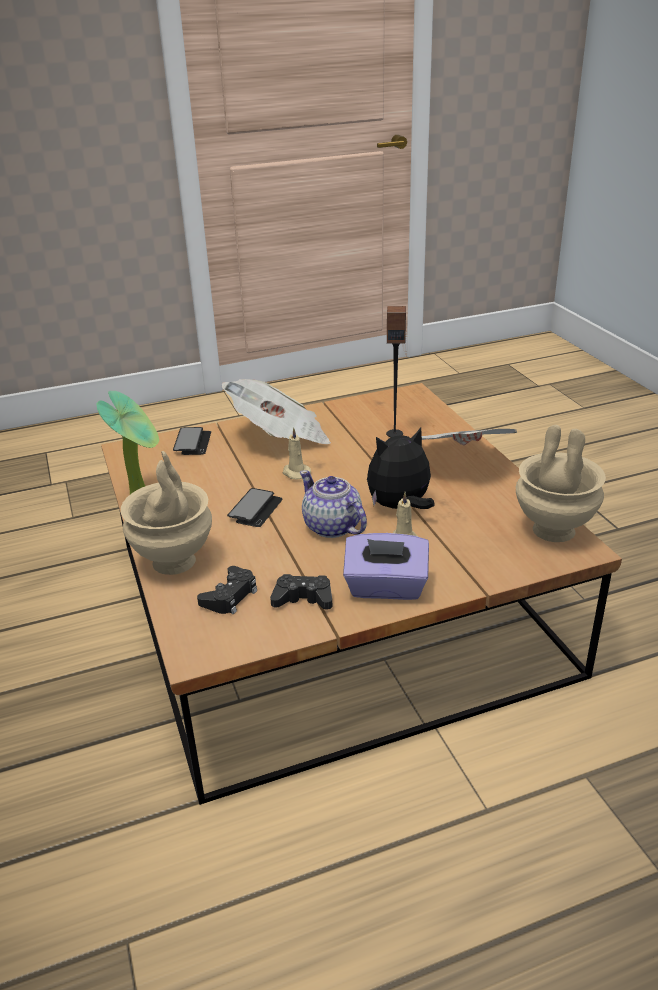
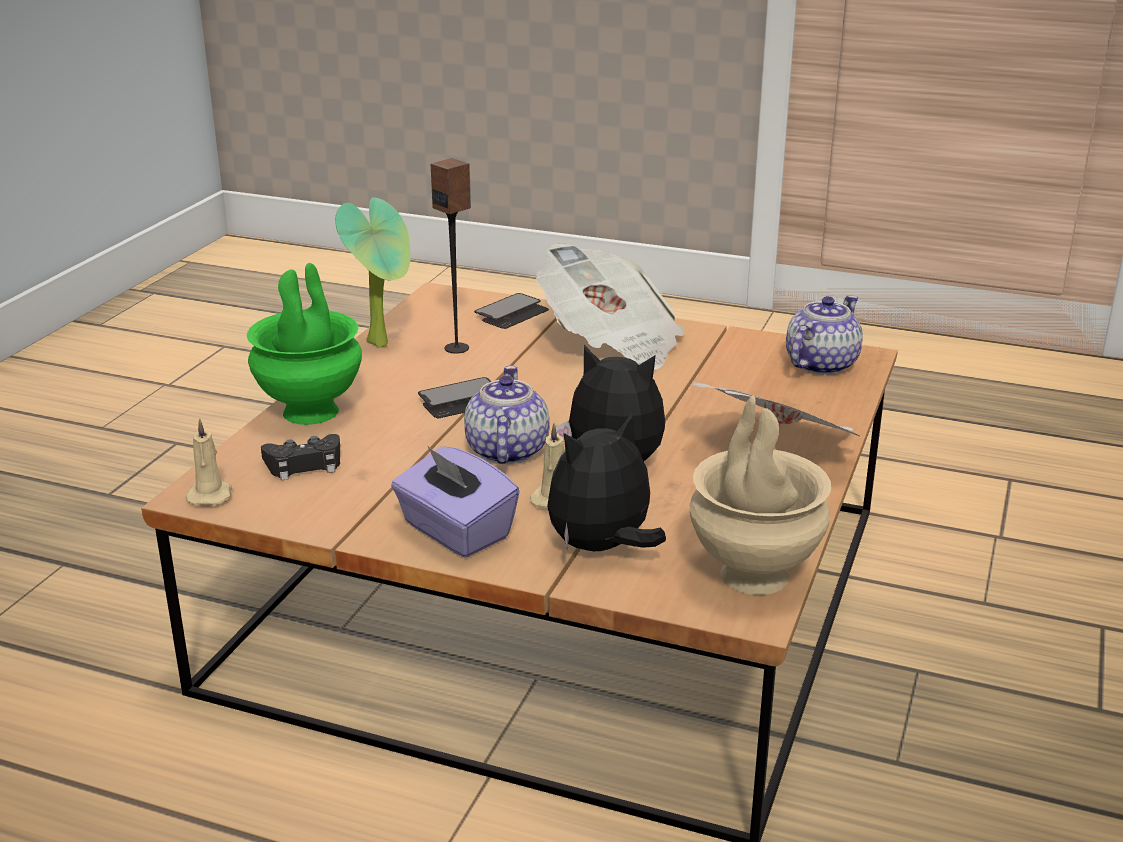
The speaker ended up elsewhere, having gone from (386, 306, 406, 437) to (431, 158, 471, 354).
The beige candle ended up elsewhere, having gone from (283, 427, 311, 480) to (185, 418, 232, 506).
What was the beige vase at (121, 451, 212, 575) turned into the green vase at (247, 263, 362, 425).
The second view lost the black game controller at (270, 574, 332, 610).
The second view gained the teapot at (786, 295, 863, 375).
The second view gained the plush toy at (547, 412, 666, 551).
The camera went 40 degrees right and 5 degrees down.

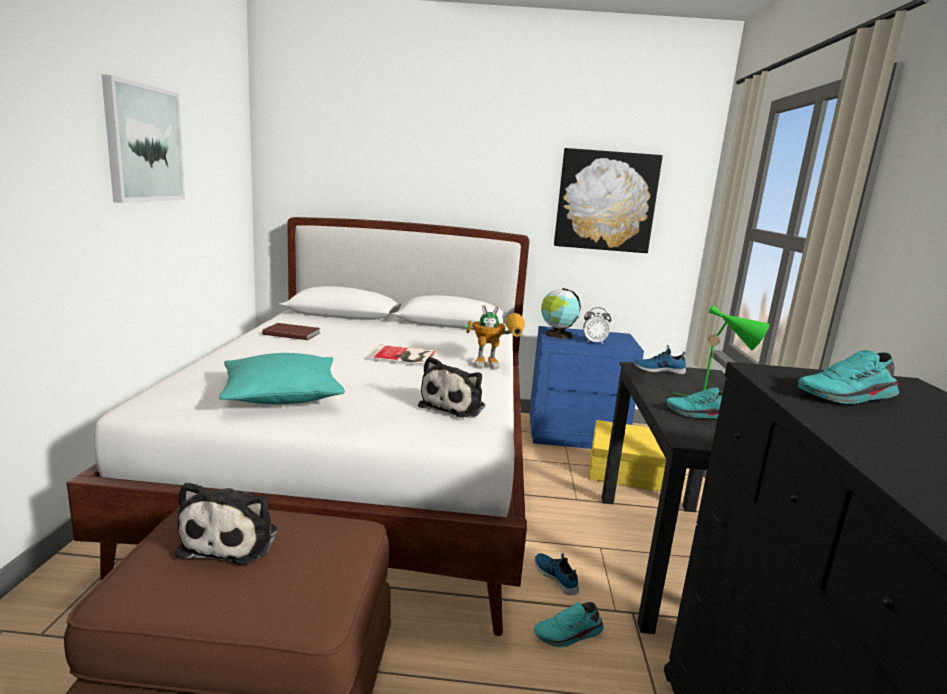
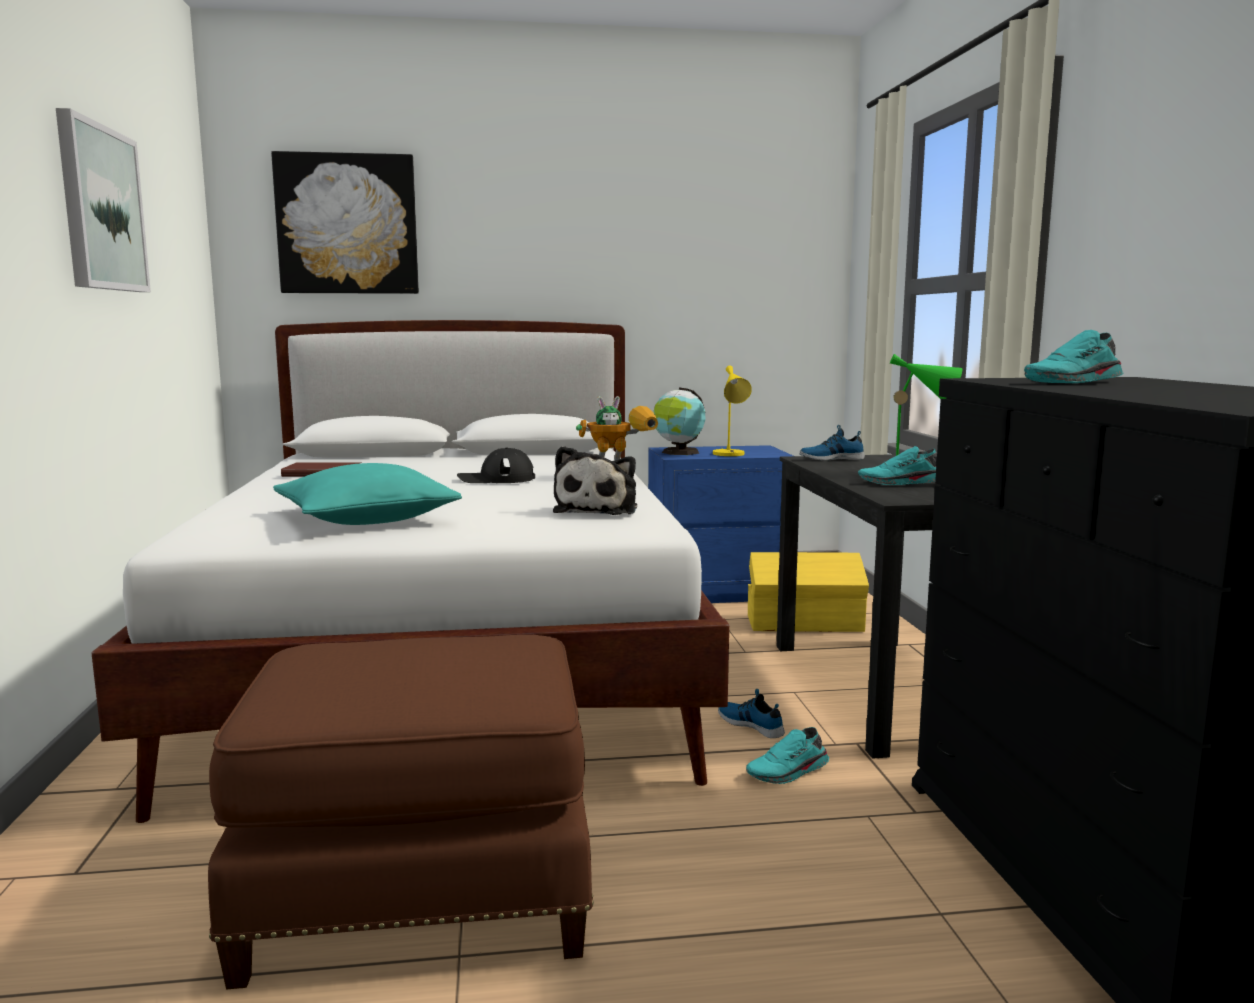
The picture ended up elsewhere, having gone from (554, 148, 663, 253) to (271, 151, 419, 294).
Where the alarm clock stood at (583, 307, 611, 344), the yellow table lamp came to stand at (713, 365, 752, 456).
Where the book stood at (365, 344, 436, 366), the black cap came to stand at (457, 448, 535, 483).
The second view lost the plush toy at (175, 482, 277, 565).
The camera went 10 degrees left and 5 degrees down.

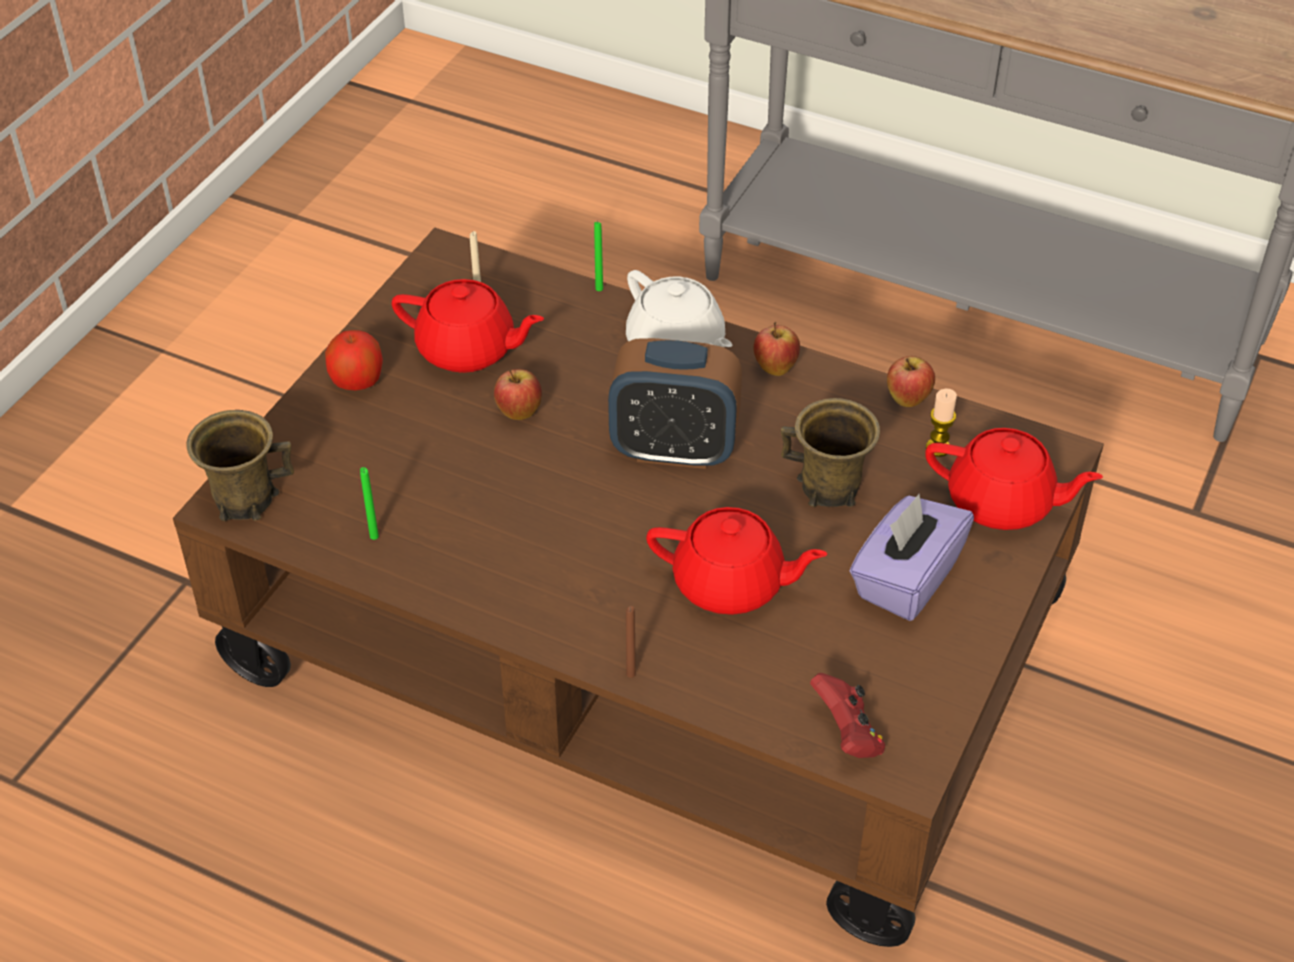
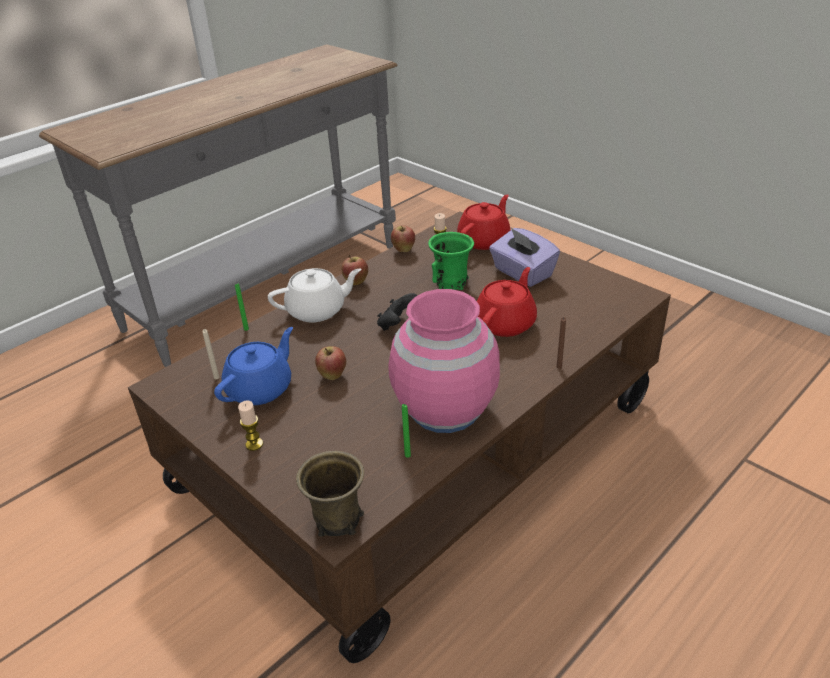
What was the red teapot at (392, 279, 544, 373) turned into the blue teapot at (214, 327, 293, 405).
Where the apple stood at (325, 330, 383, 390), the candle came to stand at (238, 400, 263, 451).
Where the alarm clock stood at (608, 338, 742, 469), the black game controller came to stand at (377, 293, 418, 331).
What was the brown mug at (781, 398, 880, 507) turned into the green mug at (428, 232, 474, 290).
The second view lost the red game controller at (810, 673, 885, 758).
The second view gained the pink vase at (389, 289, 500, 433).
The camera went 70 degrees left and 10 degrees down.

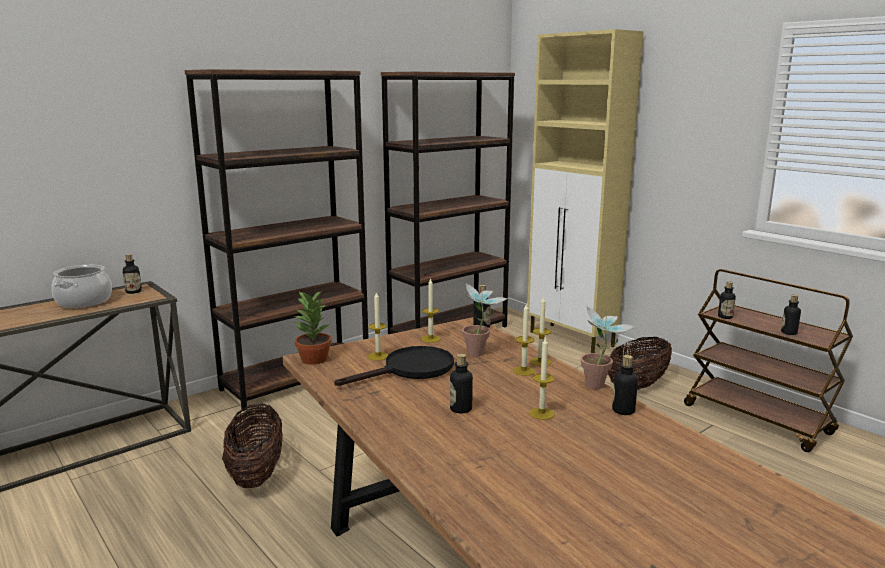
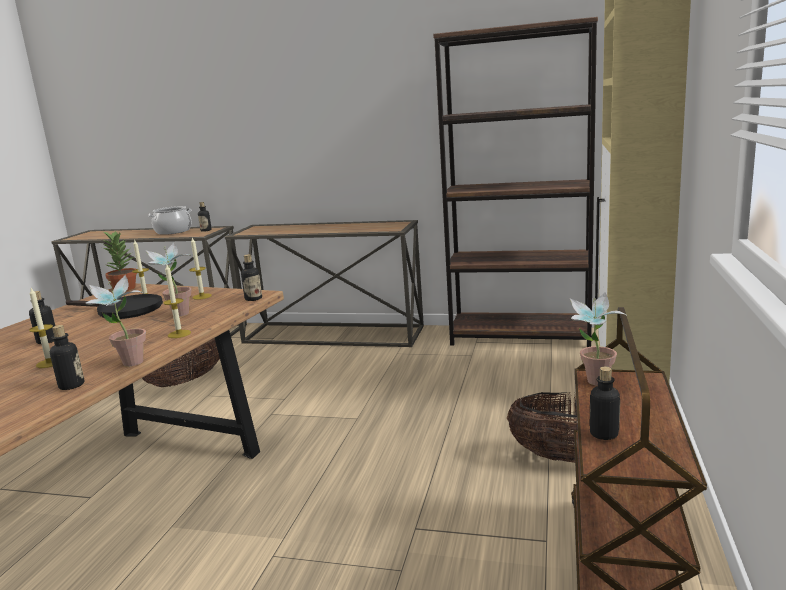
Where the brown bookcase stood at (185, 69, 369, 411), the console table came to stand at (225, 220, 424, 347).
Where the bottle stood at (718, 281, 736, 319), the potted plant came to stand at (570, 292, 626, 386).
The second view lost the candle at (513, 303, 535, 376).
The camera went 55 degrees right and 0 degrees up.

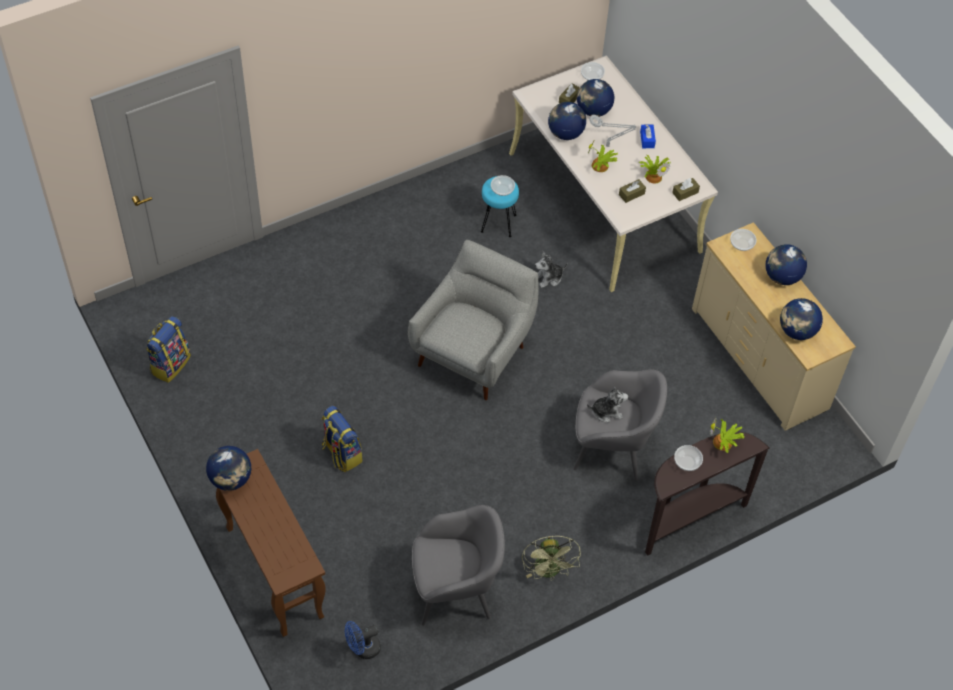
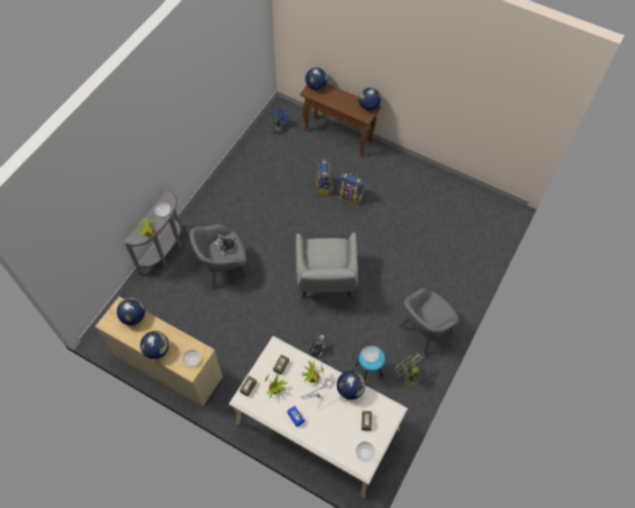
The globe ended up elsewhere, having gone from (577, 79, 614, 117) to (305, 67, 327, 90).
The backpack ended up elsewhere, having gone from (146, 316, 191, 383) to (316, 159, 333, 196).
What was the brown console table at (645, 432, 770, 556) turned into the grey console table at (123, 189, 182, 276).
The grey armchair ended up elsewhere, having gone from (412, 505, 505, 626) to (399, 288, 459, 355).
The green fan ended up elsewhere, having gone from (522, 536, 581, 581) to (393, 352, 425, 391).
The camera went 150 degrees right and 5 degrees up.

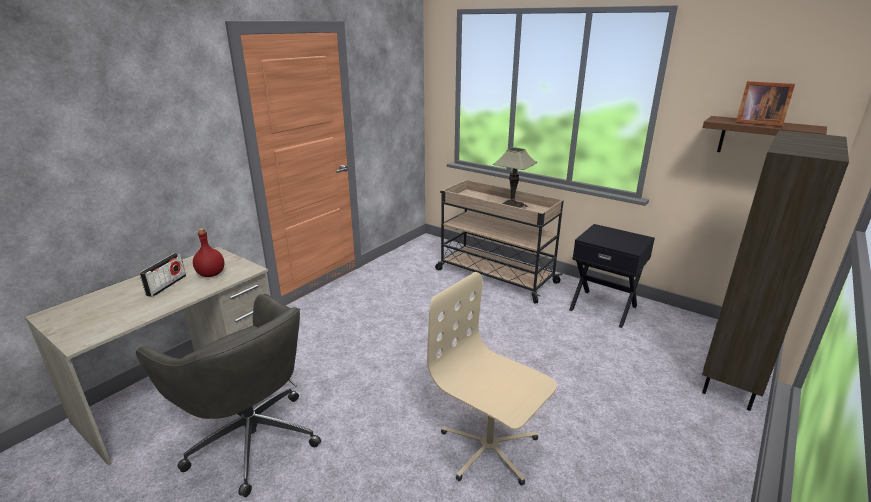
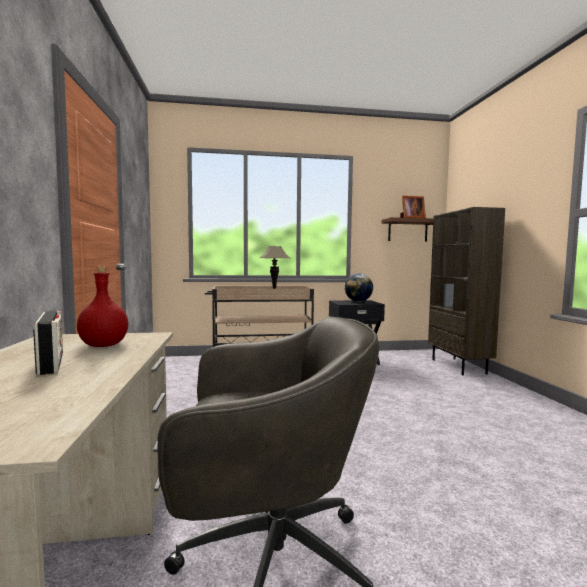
The second view lost the beige office chair at (427, 272, 557, 485).
The second view gained the globe at (345, 274, 373, 302).
The camera went 45 degrees left and 20 degrees down.

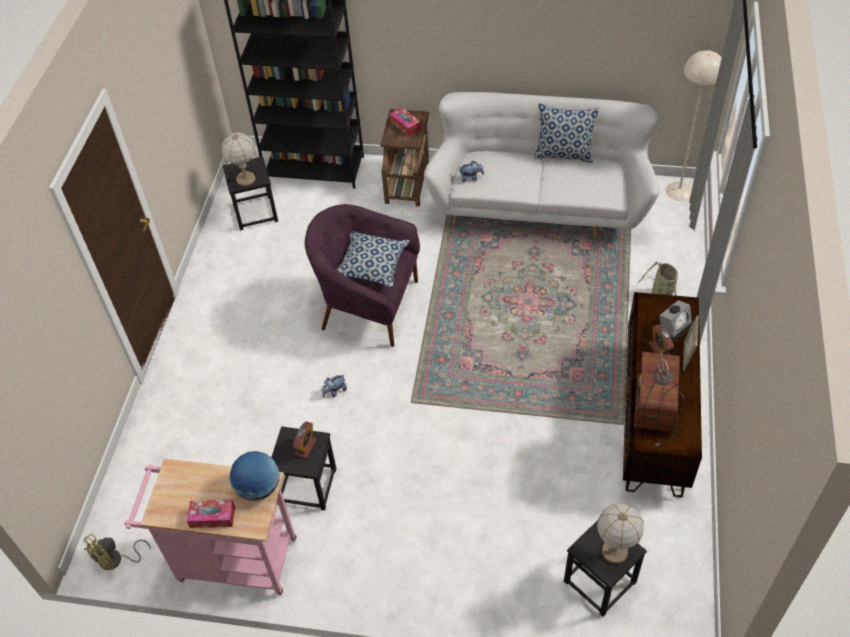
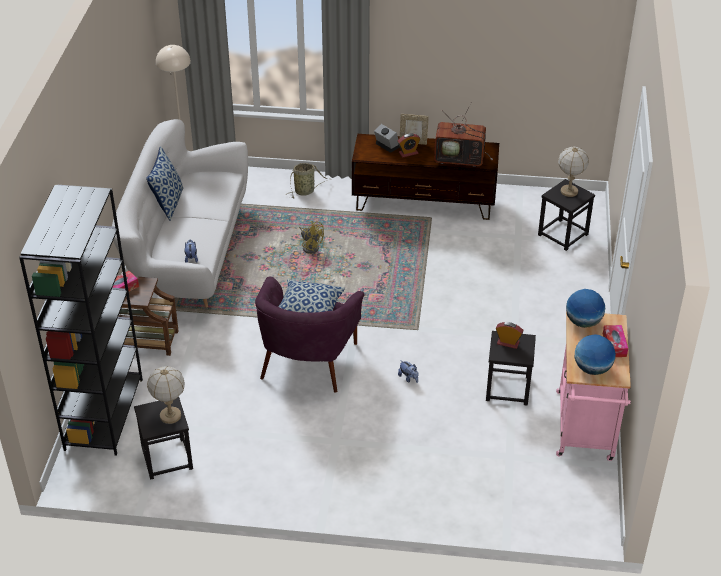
The yellow fan ended up elsewhere, having gone from (83, 534, 151, 570) to (299, 221, 324, 254).
The second view gained the globe at (575, 334, 616, 375).
The camera went 95 degrees left and 10 degrees down.

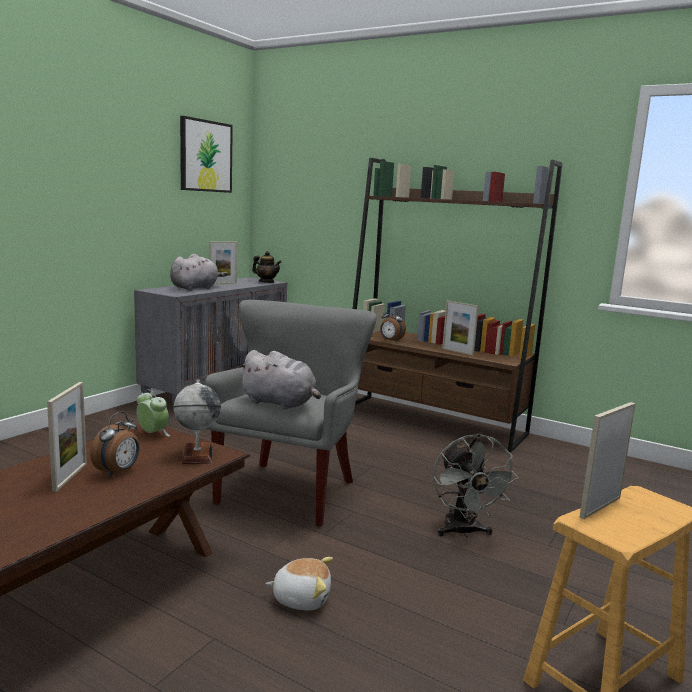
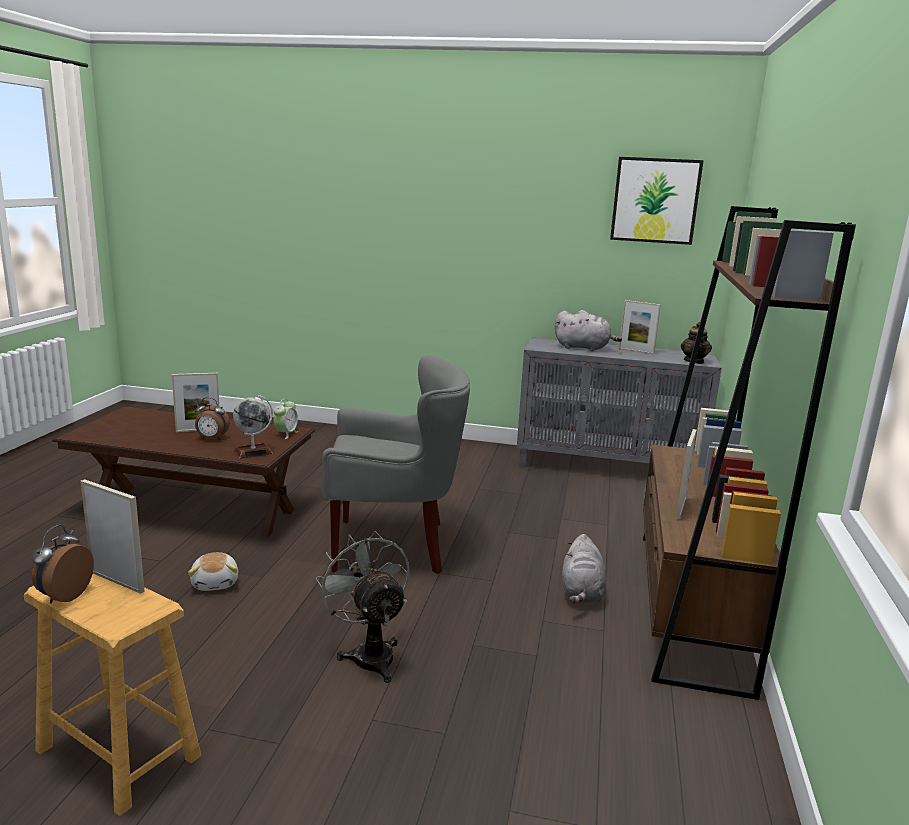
The alarm clock ended up elsewhere, having gone from (380, 308, 406, 341) to (32, 525, 94, 603).
The grey plush toy ended up elsewhere, having gone from (238, 350, 321, 410) to (562, 534, 606, 604).
The grey fan at (433, 434, 519, 538) ended up facing another way, 90 degrees clockwise from before.
The camera went 70 degrees right and 5 degrees up.

